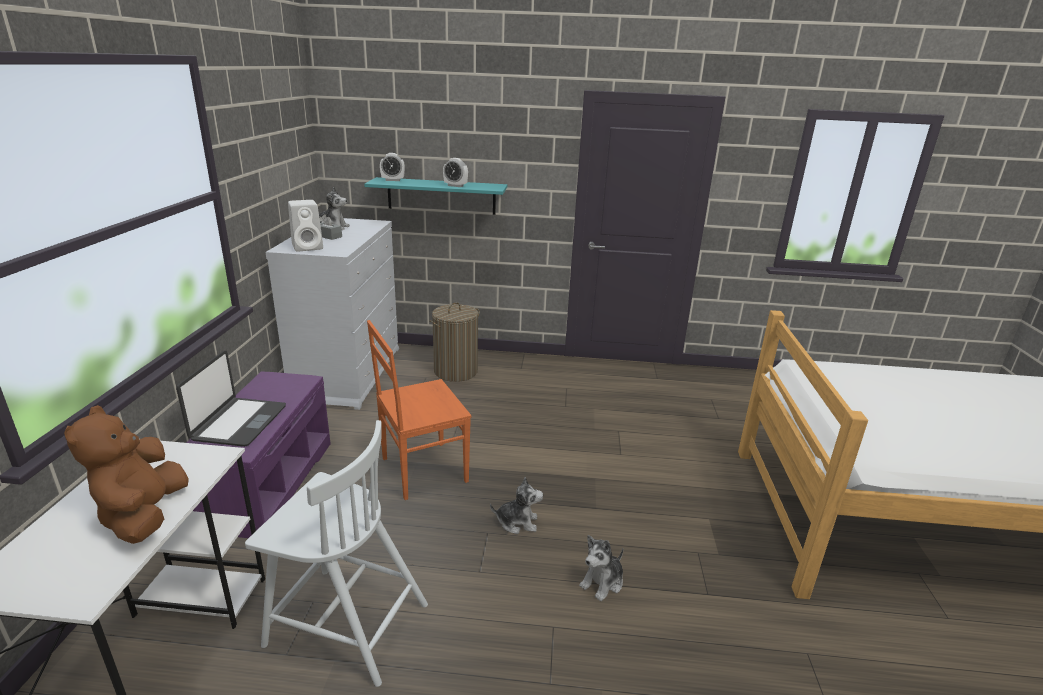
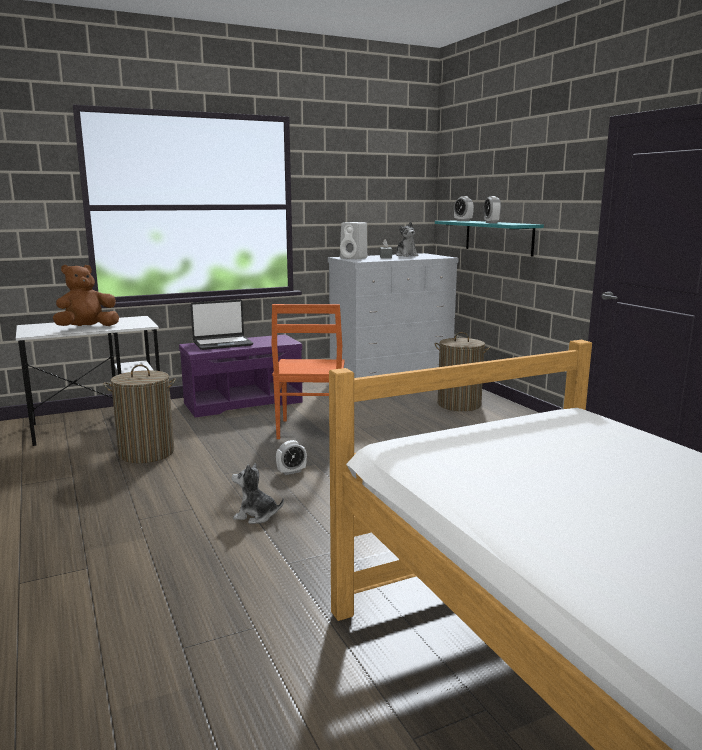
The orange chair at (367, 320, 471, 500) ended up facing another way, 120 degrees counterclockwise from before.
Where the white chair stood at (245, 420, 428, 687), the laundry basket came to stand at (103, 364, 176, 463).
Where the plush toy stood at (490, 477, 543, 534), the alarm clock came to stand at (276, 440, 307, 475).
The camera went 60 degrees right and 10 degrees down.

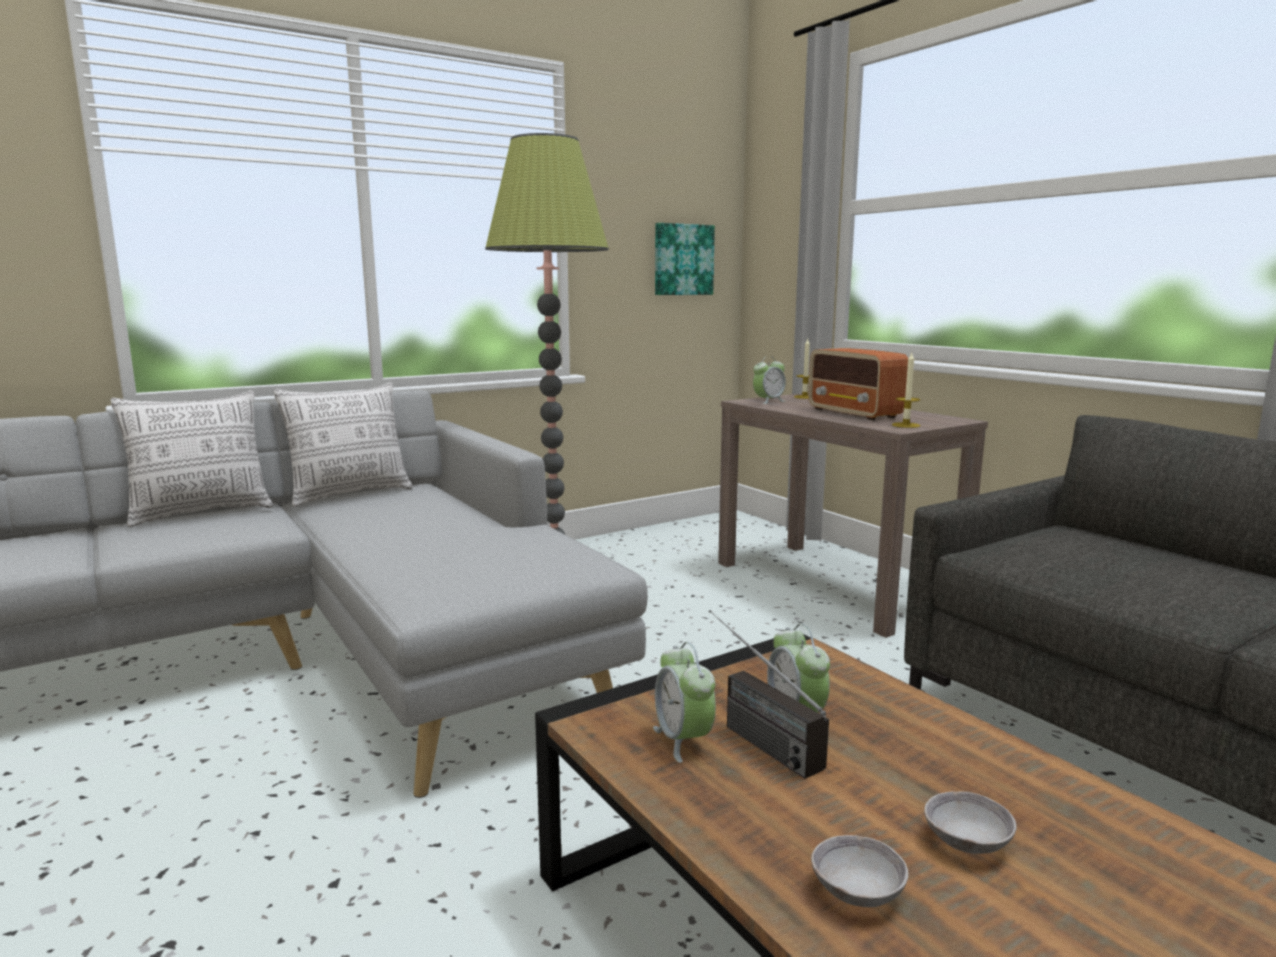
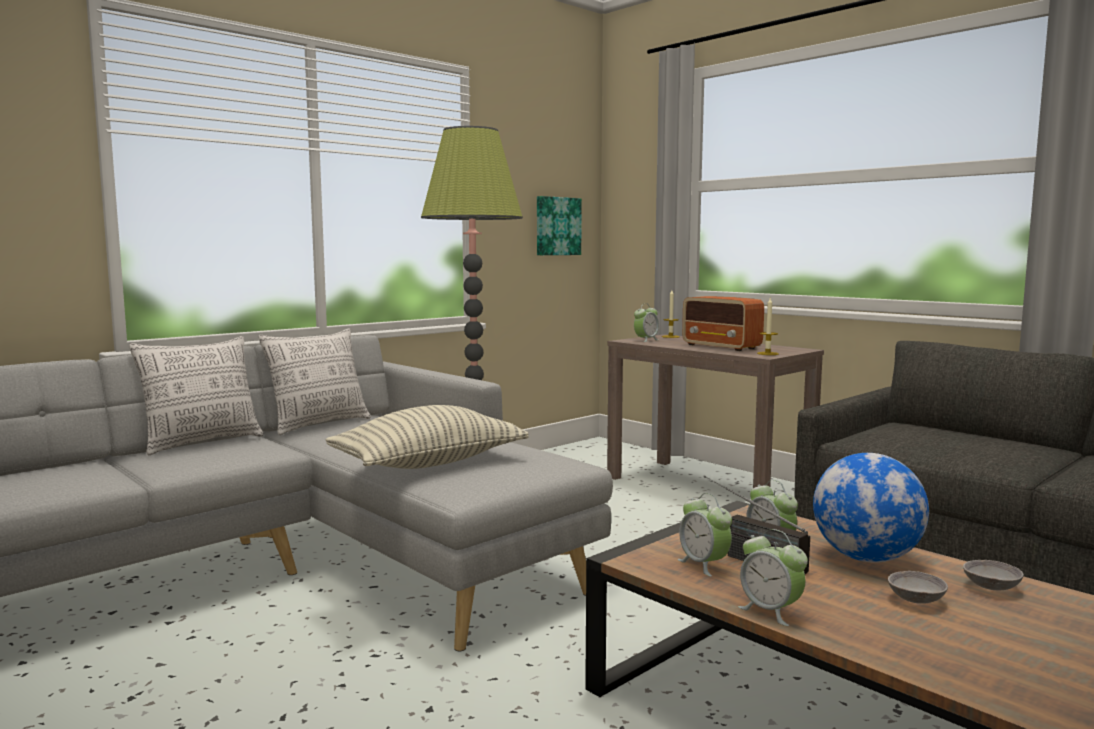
The grey bowl ended up elsewhere, having gone from (811, 835, 908, 907) to (963, 560, 1024, 590).
The second view gained the pillow at (326, 405, 529, 469).
The second view gained the globe at (813, 453, 929, 563).
The second view gained the alarm clock at (738, 529, 808, 626).
The camera went 10 degrees left and 5 degrees down.

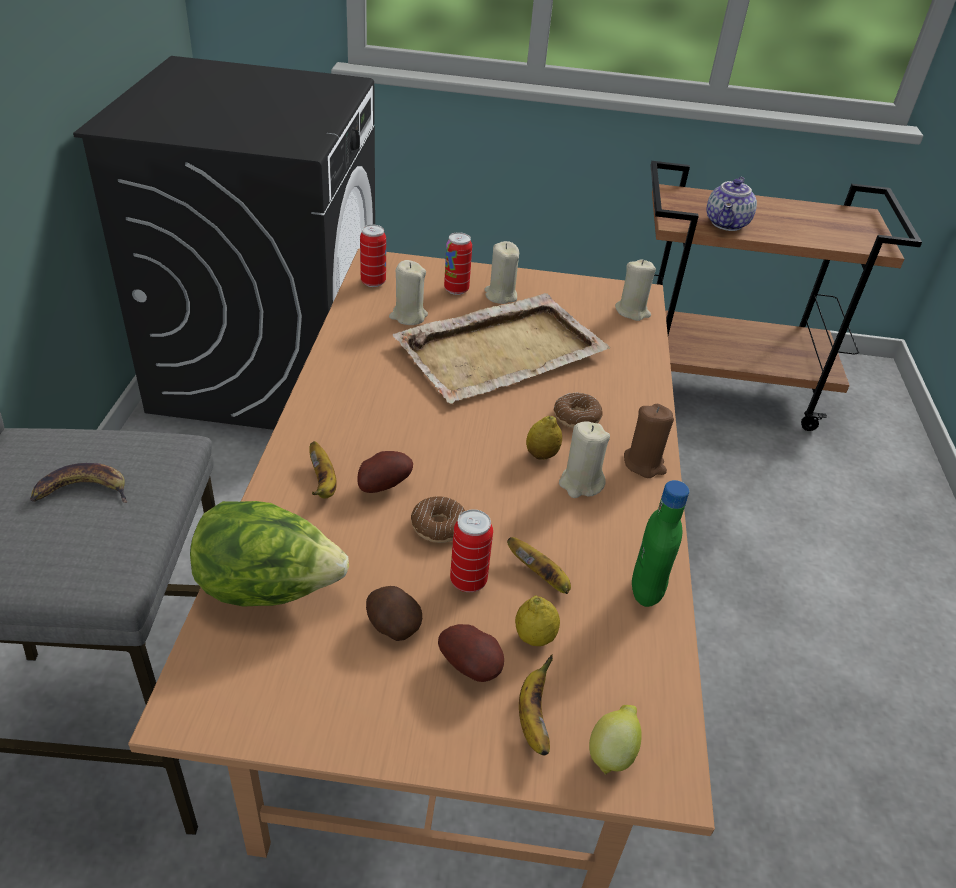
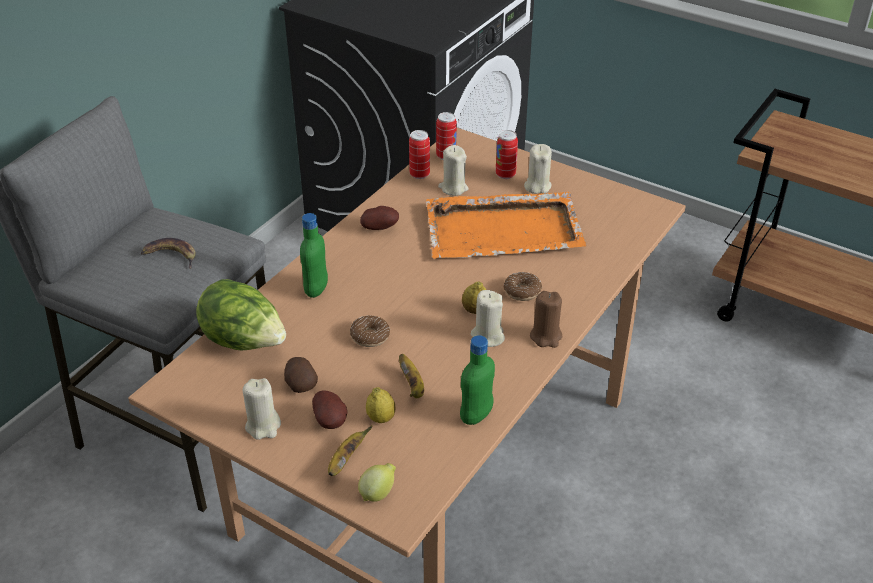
The second view lost the teapot at (706, 177, 757, 231).
The beige candle ended up elsewhere, having gone from (615, 259, 656, 321) to (243, 378, 281, 440).
What was the beige tray at (393, 293, 610, 404) turned into the orange tray at (426, 192, 586, 259).
Where the banana stood at (309, 441, 337, 499), the green bottle came to stand at (300, 213, 328, 298).
The potato ended up elsewhere, having gone from (357, 451, 413, 493) to (360, 206, 399, 230).
The can ended up elsewhere, having gone from (450, 509, 493, 592) to (409, 130, 430, 179).
The camera went 30 degrees right and 0 degrees up.

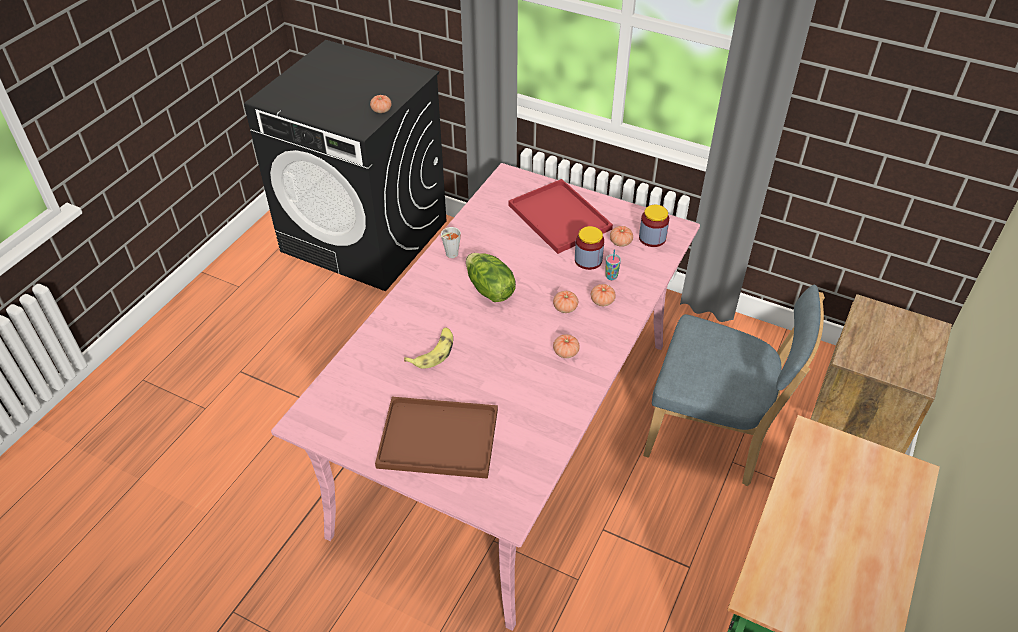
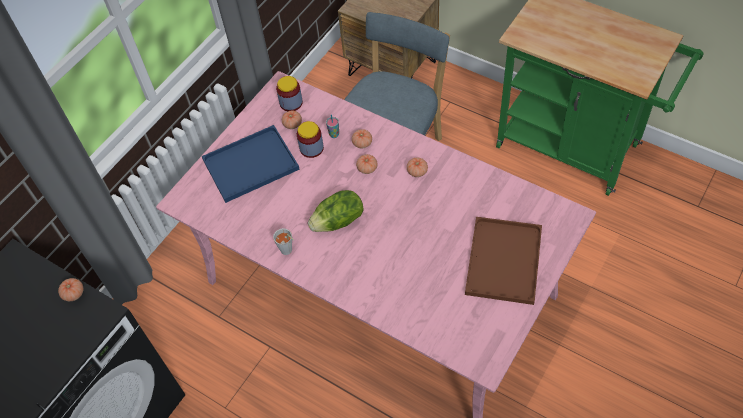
What was the red tray at (509, 179, 613, 254) turned into the blue tray at (202, 125, 300, 203).
The second view lost the banana at (404, 328, 453, 369).
The camera went 80 degrees left and 10 degrees up.

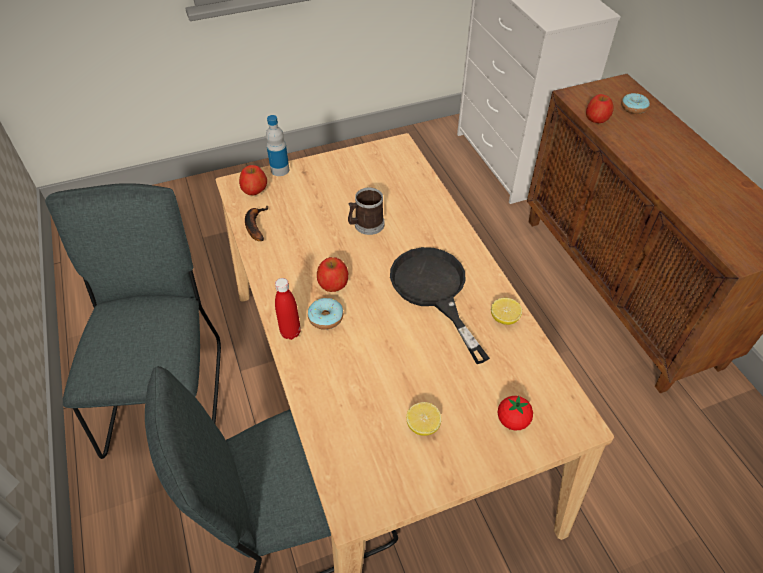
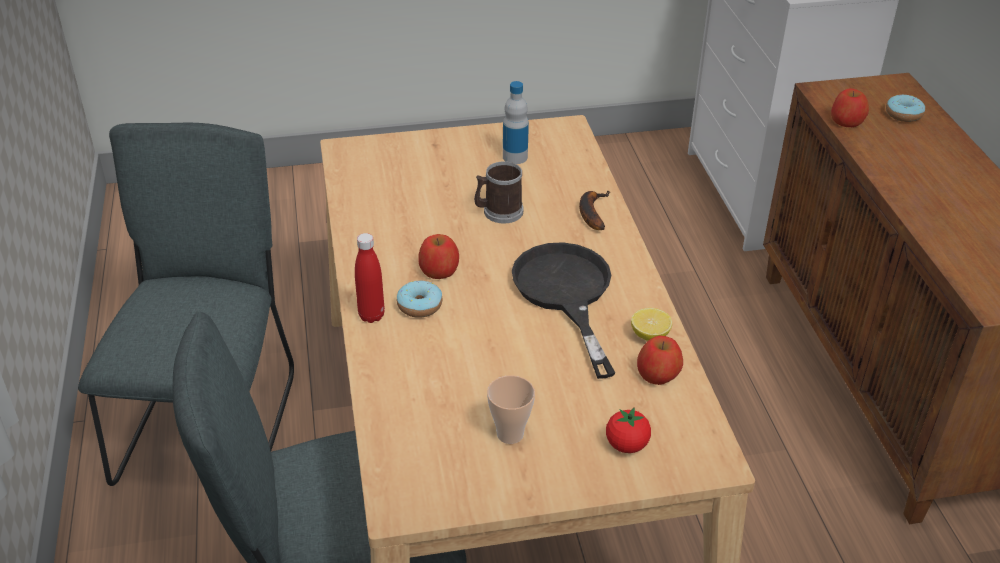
The bottle ended up elsewhere, having gone from (266, 115, 289, 176) to (503, 81, 529, 164).
The apple ended up elsewhere, having gone from (239, 165, 267, 195) to (637, 335, 683, 385).
The banana ended up elsewhere, having gone from (245, 206, 268, 241) to (579, 191, 610, 230).
Where the lemon stood at (406, 402, 442, 436), the cup came to stand at (487, 375, 535, 444).
The camera went 10 degrees right and 10 degrees down.

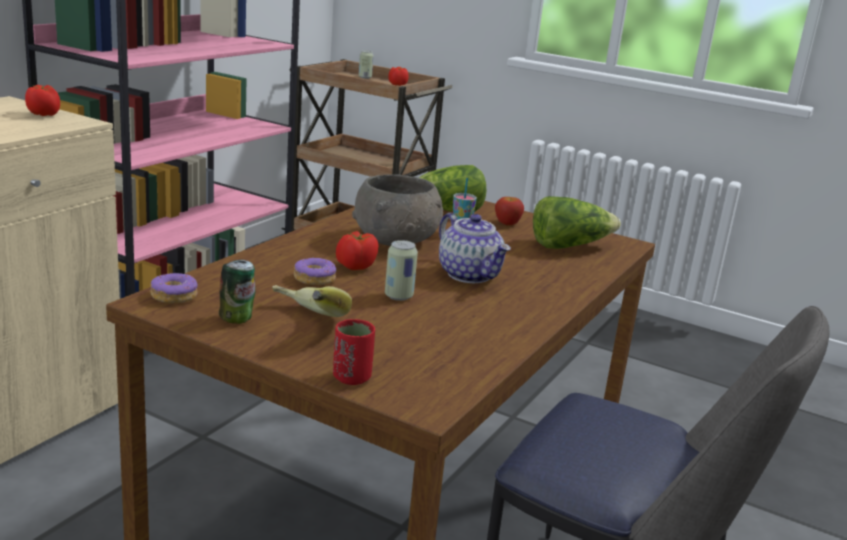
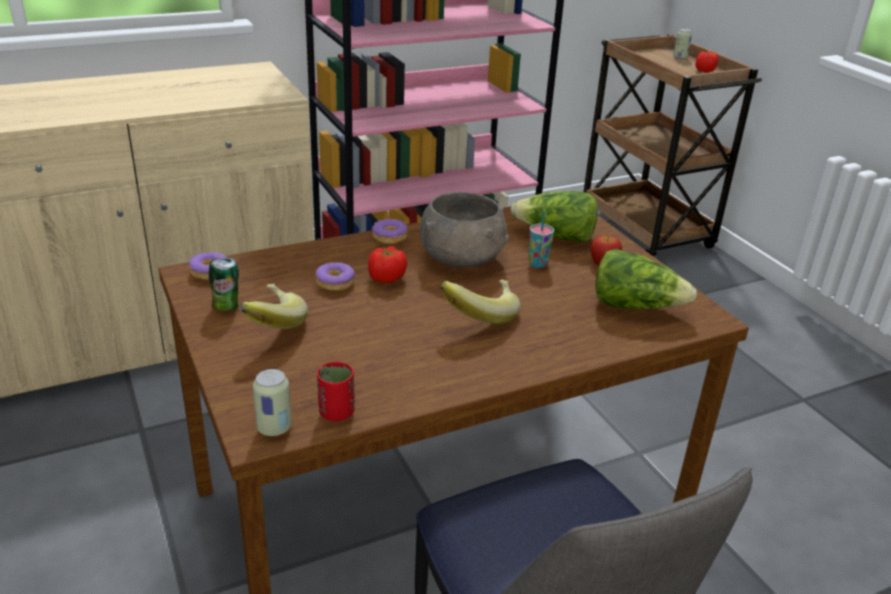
The second view lost the tomato at (25, 85, 60, 116).
Where the teapot stood at (439, 213, 511, 283), the banana came to stand at (441, 280, 520, 324).
The can ended up elsewhere, having gone from (385, 240, 418, 301) to (253, 369, 292, 436).
The red cup ended up elsewhere, having gone from (333, 319, 375, 385) to (317, 361, 355, 421).
The second view gained the donut at (372, 219, 407, 244).
The camera went 35 degrees right and 10 degrees up.

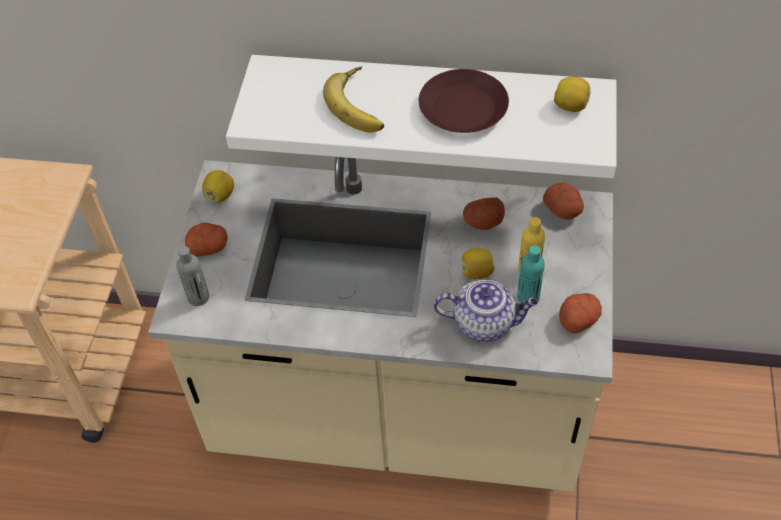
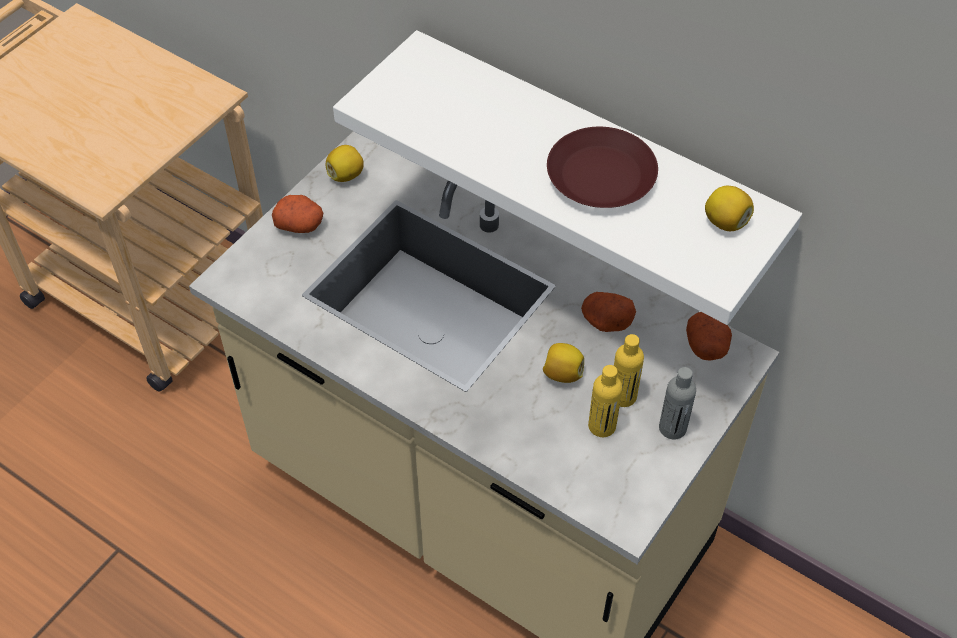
The second view lost the banana at (323, 66, 384, 132).
What was the turquoise bottle at (517, 245, 545, 303) turned into the yellow bottle at (588, 365, 622, 437).
The grey bottle ended up elsewhere, having gone from (176, 246, 209, 306) to (659, 367, 696, 439).
The second view lost the teapot at (433, 280, 538, 342).
The second view lost the potato at (559, 293, 602, 334).
The camera went 25 degrees right and 0 degrees up.

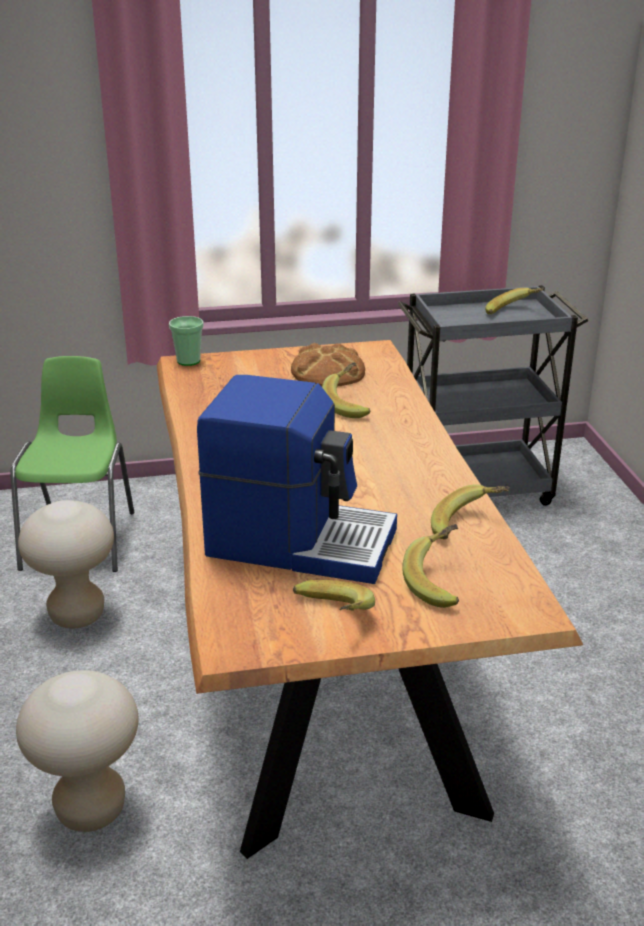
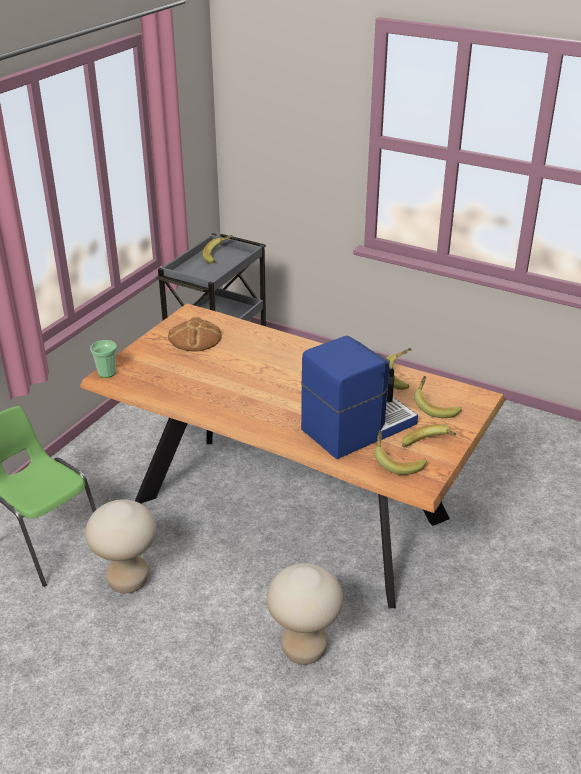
The banana ended up elsewhere, having gone from (322, 362, 371, 418) to (374, 431, 427, 475).
The camera went 50 degrees left and 5 degrees up.

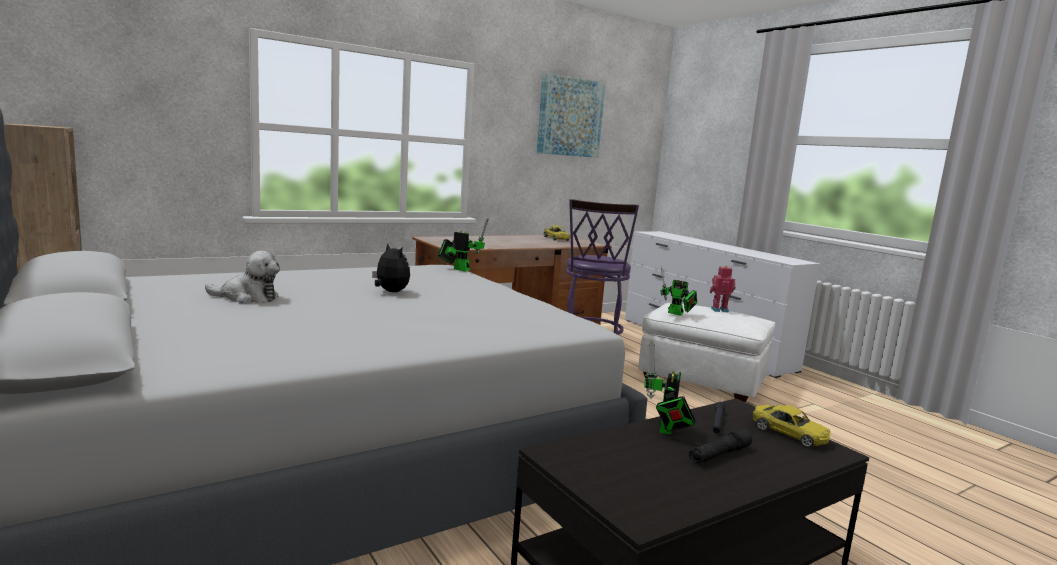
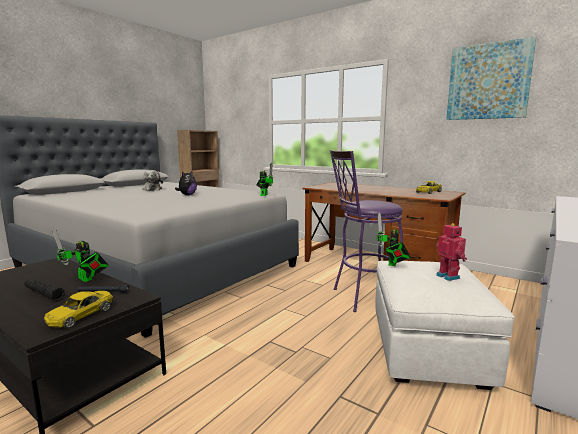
The toy robot at (644, 341, 695, 435) ended up facing another way, 135 degrees counterclockwise from before.
The camera went 70 degrees right and 0 degrees up.

